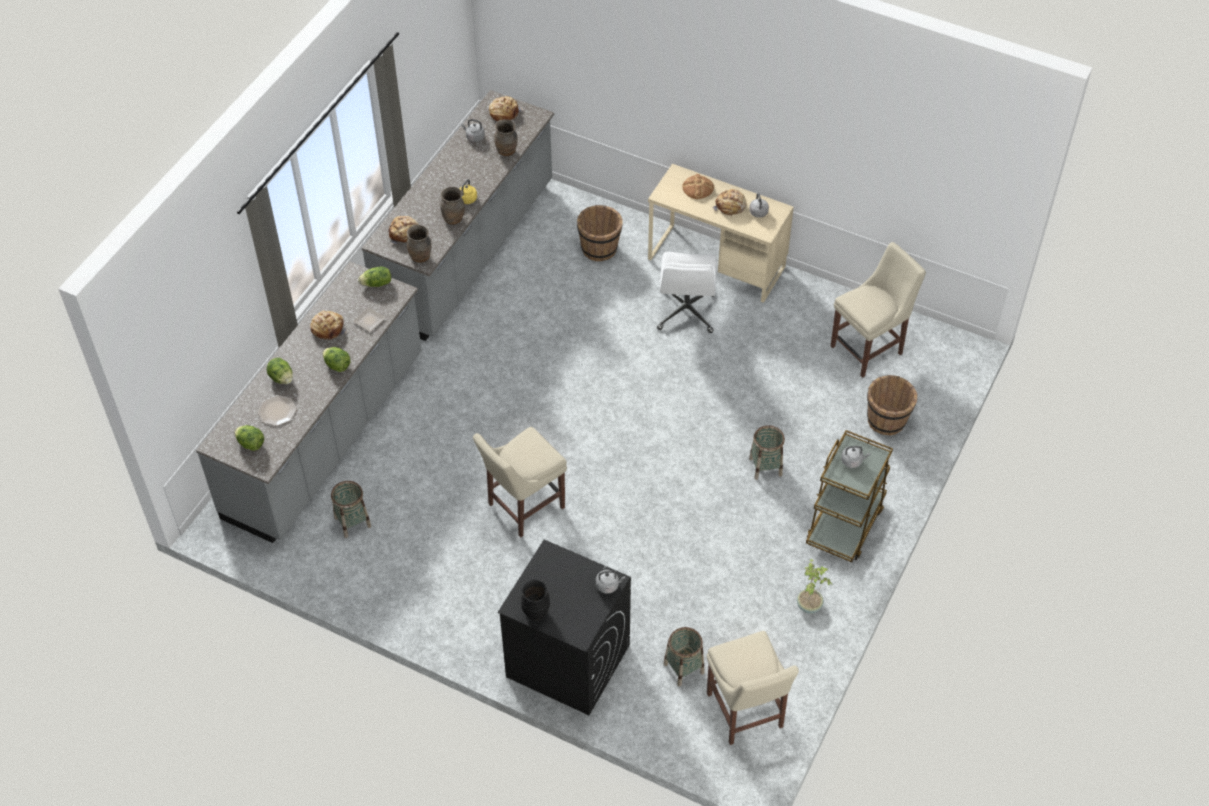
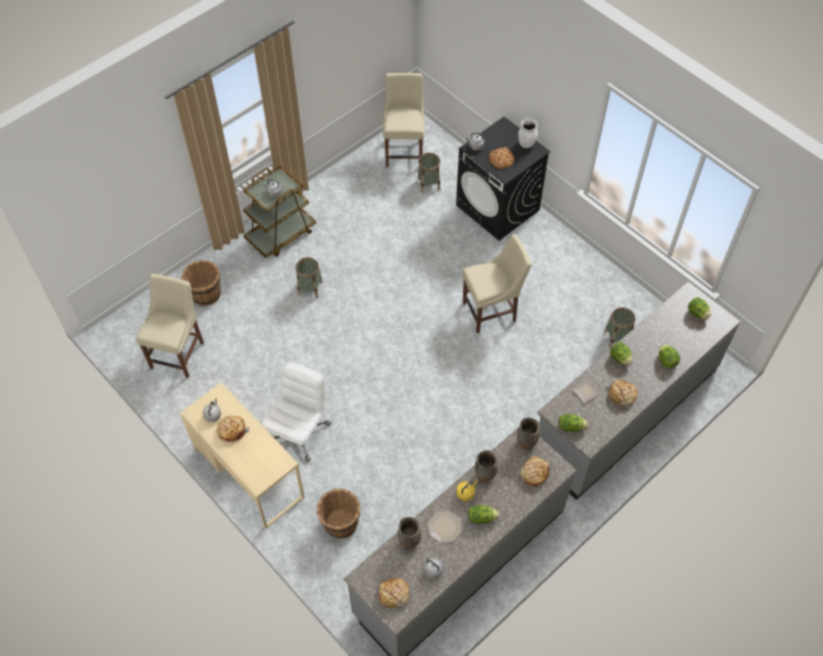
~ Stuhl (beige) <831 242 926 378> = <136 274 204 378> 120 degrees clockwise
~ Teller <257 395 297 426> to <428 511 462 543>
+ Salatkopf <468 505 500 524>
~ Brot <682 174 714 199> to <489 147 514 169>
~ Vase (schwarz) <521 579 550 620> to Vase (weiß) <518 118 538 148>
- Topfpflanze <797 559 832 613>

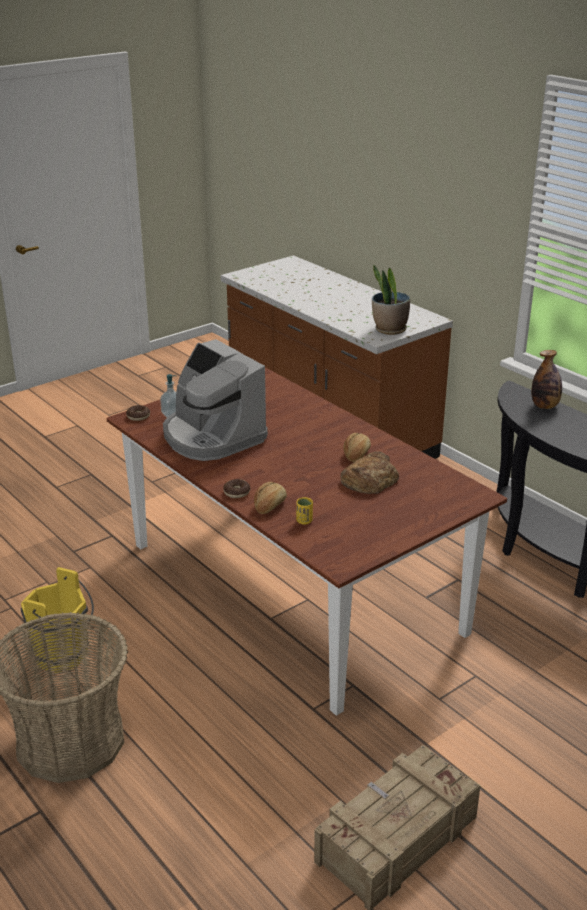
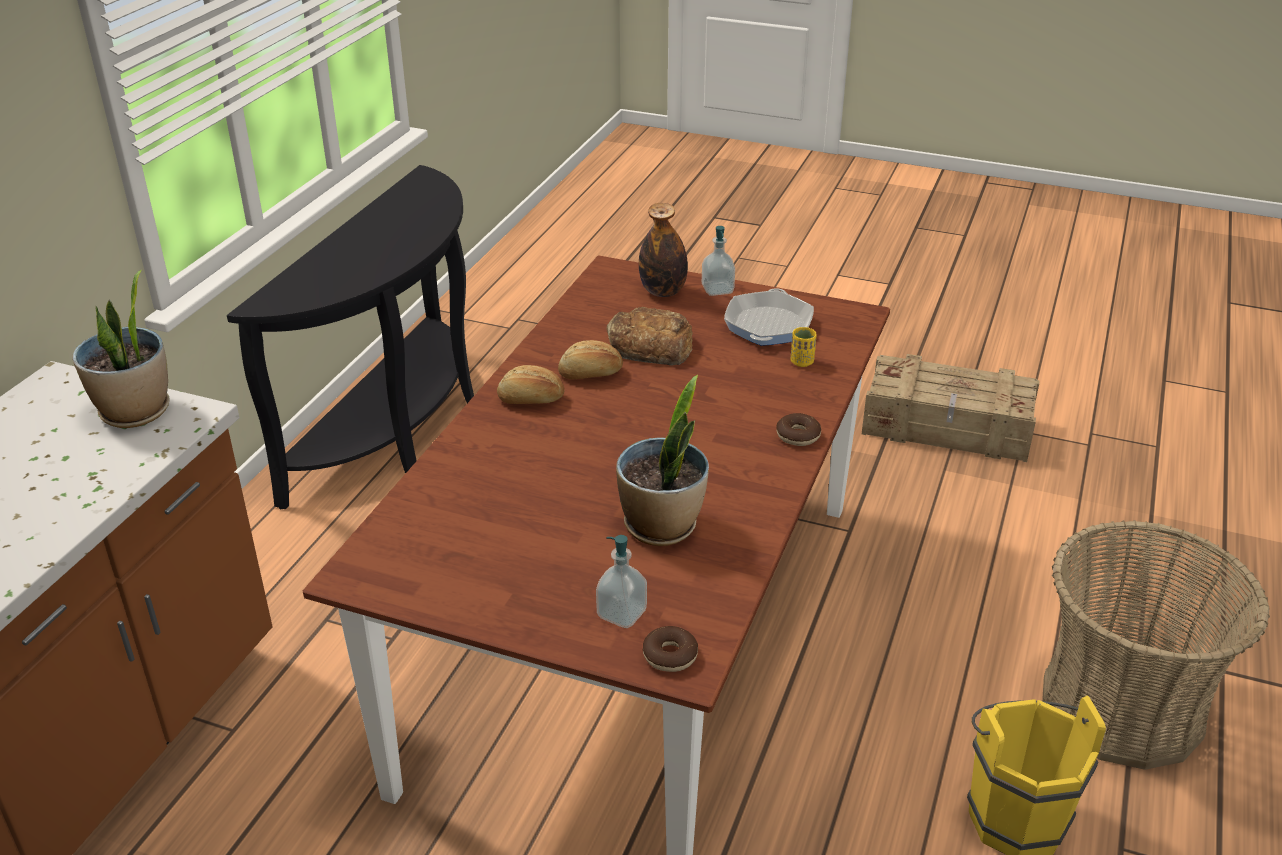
~ Brot <254 482 287 514> to <497 365 565 404>
~ Kaffeemaschine <163 339 268 461> to Topfpflanze <616 375 709 546>
~ Flasche <531 350 562 409> to <639 203 688 297>
+ Seifenspender <702 226 735 296>
+ Pfanne <724 288 814 346>

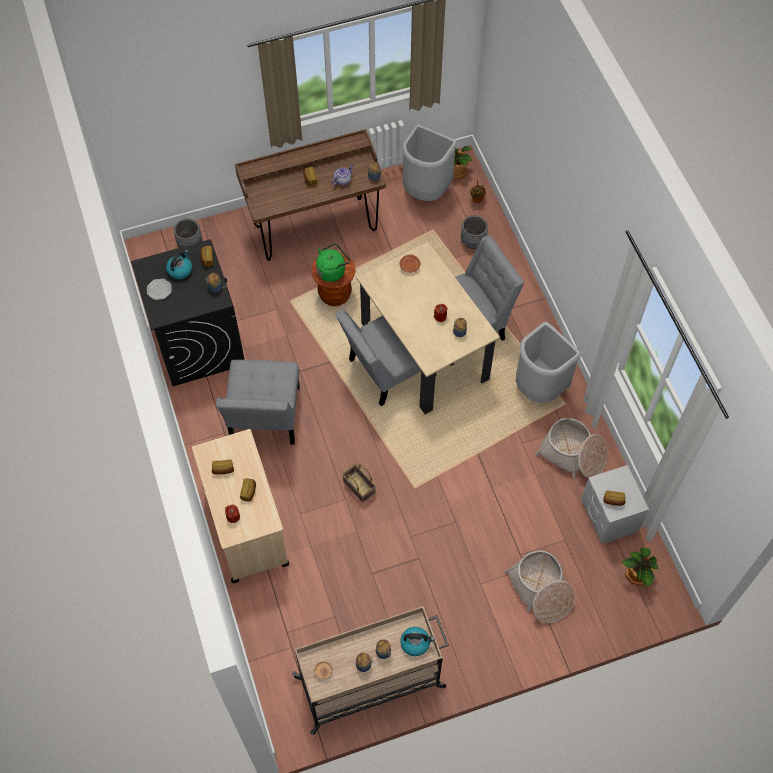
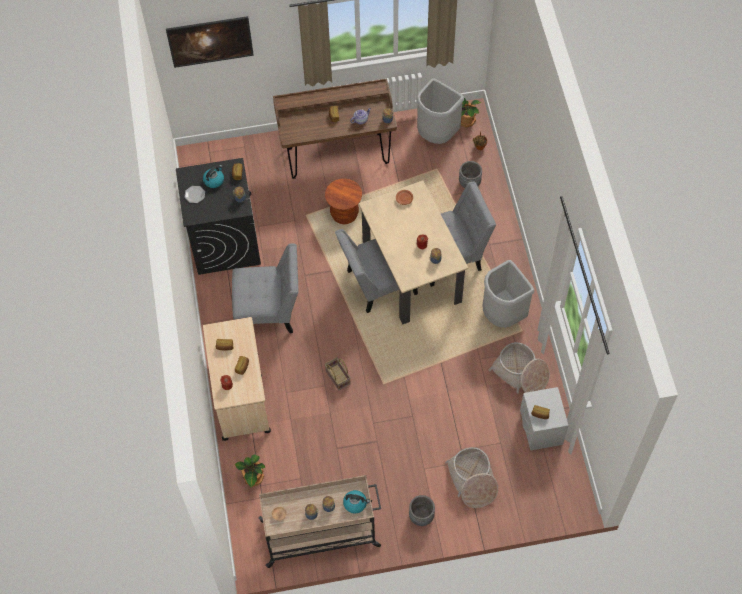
+ Bild <166 16 254 68>
~ Stuhl (grau) <216 360 300 445> = <232 243 298 333> 105 degrees counterclockwise
~ Topfpflanze <622 547 658 587> to <235 454 265 487>
~ Pflanzkübel (grau) <173 218 202 248> to <409 495 435 526>
- Wasserkessel (grün) <316 243 350 282>

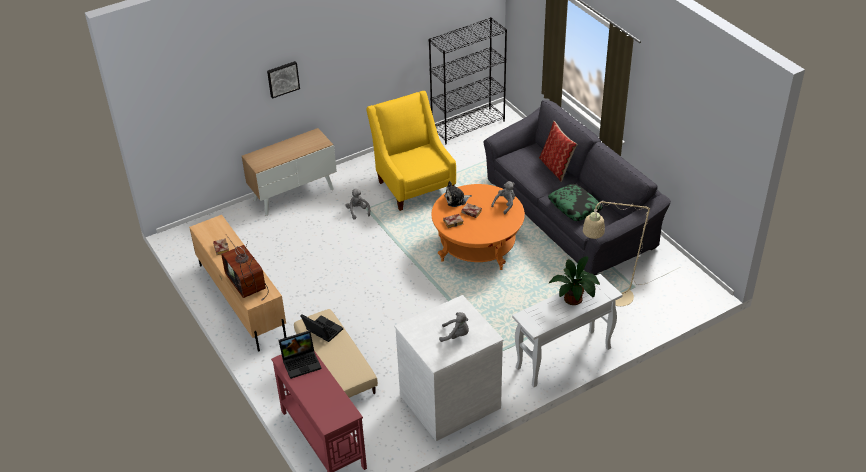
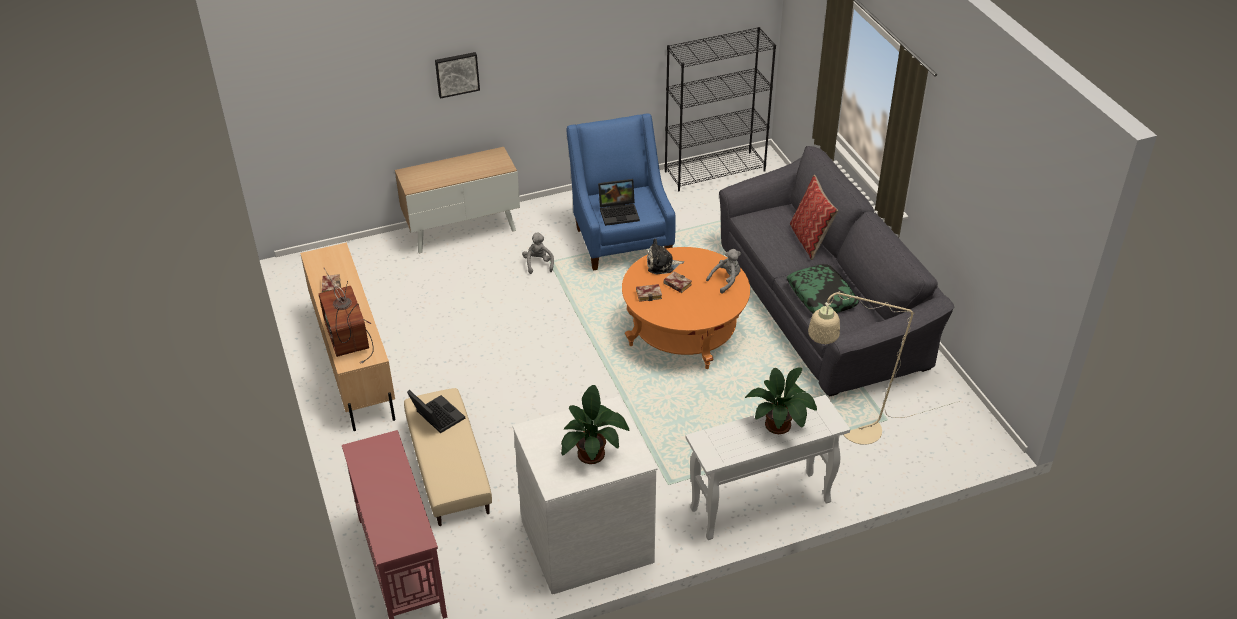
~ Plüschtier (grau) <439 312 469 342> to Topfpflanze <561 385 629 464>
~ Sessel (gelb) <367 91 456 211> to Sessel (blau) <566 114 676 270>
~ Laptop <279 330 322 379> to <598 179 640 226>

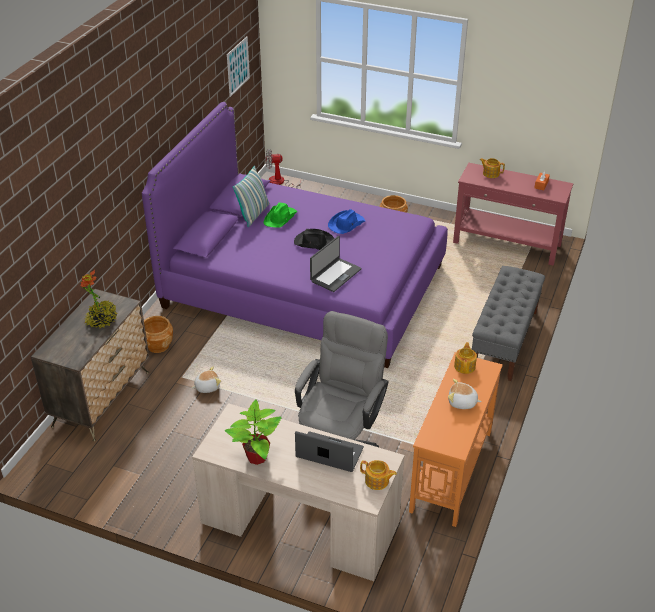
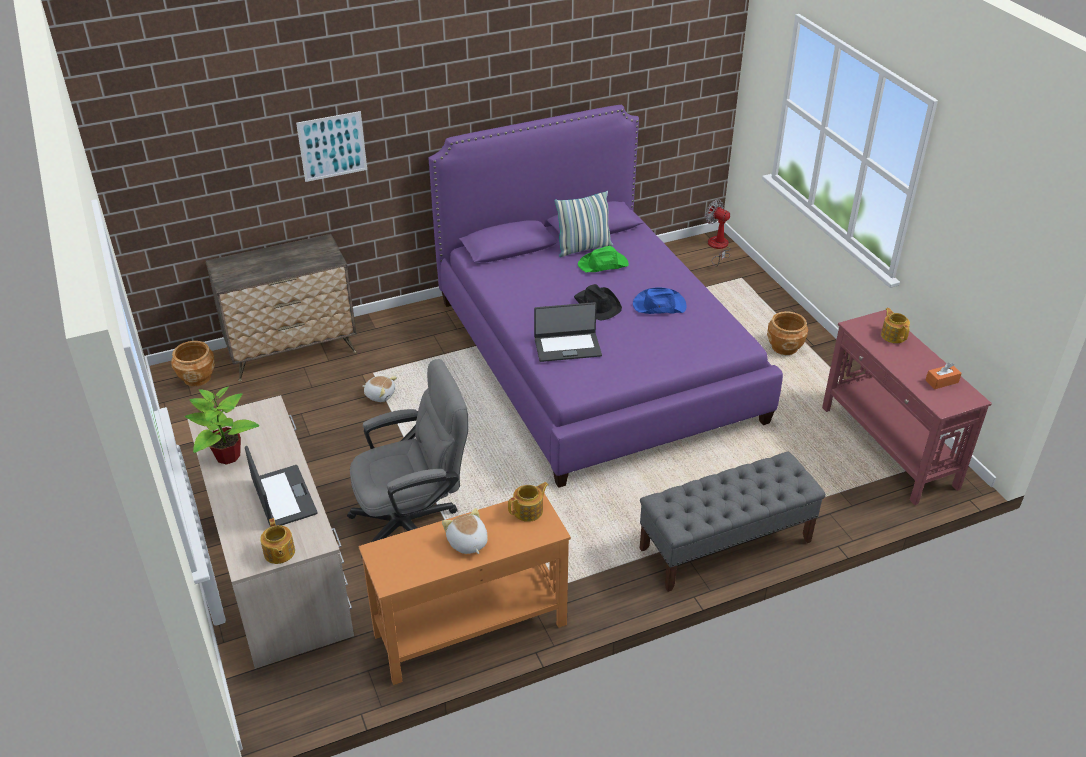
~ Pflanzkübel (braun) <144 316 173 353> to <171 341 215 387>
~ Bild <227 36 250 97> to <296 111 367 182>
- Topfpflanze <81 270 117 328>

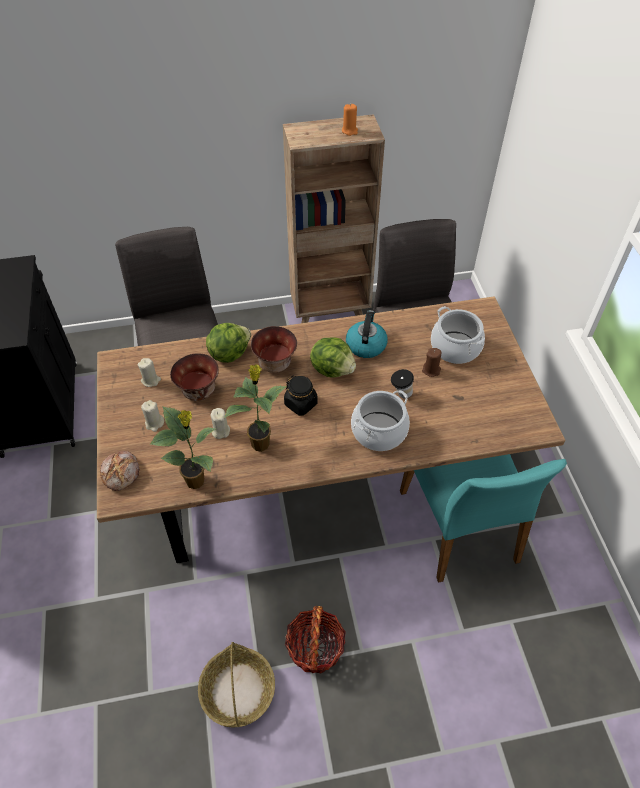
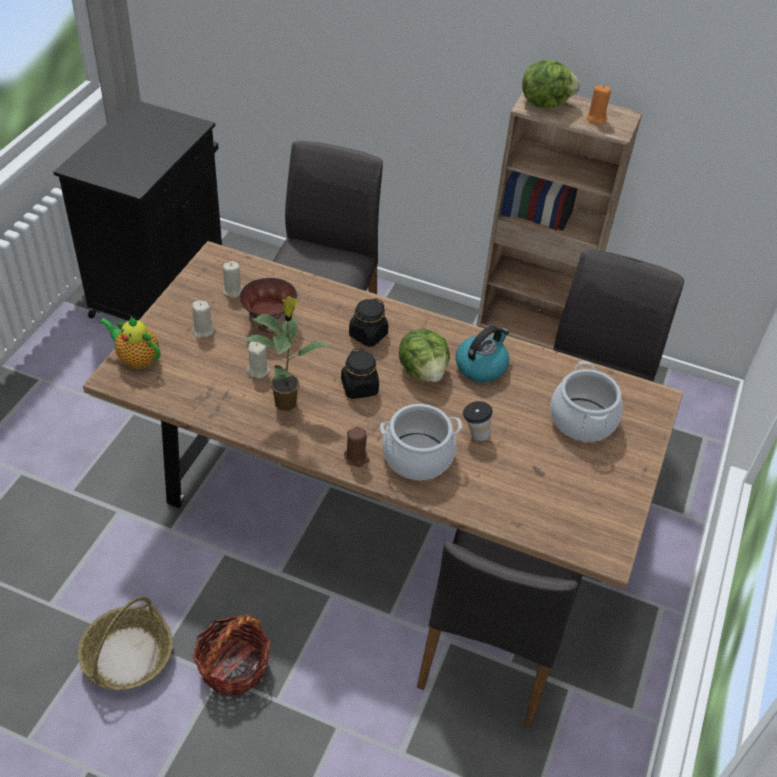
~ Brot <100 451 139 491> to Teekanne <99 316 161 369>
~ Kerze (braun) <422 348 442 377> to <344 427 369 467>
~ Schüssel <251 326 297 373> to Vorratsglas (schwarz) <349 298 388 347>
~ Stuhl (türkis) <400 454 567 583> to Stuhl (grau) <417 529 583 728>
~ Salatkopf <206 323 251 363> to <522 59 580 108>
- Topfpflanze <150 406 217 489>

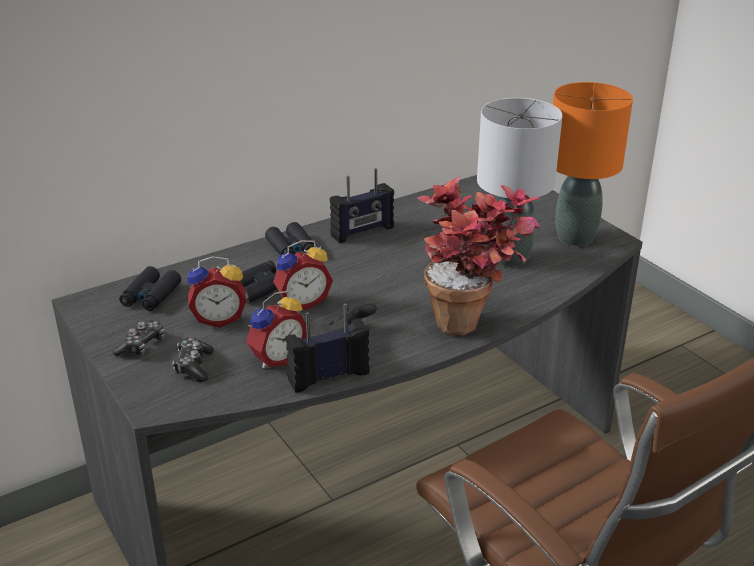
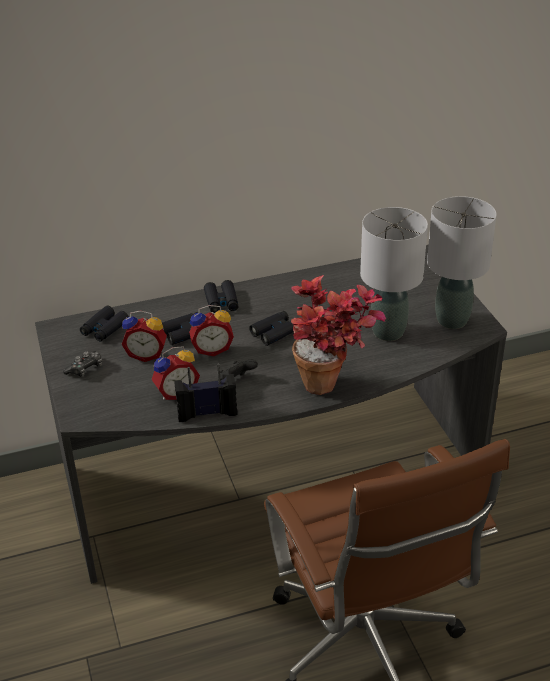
+ Fernglas (schwarz) <249 311 294 346>
~ Tischlampe (orange) <553 82 633 246> to Tischlampe (grau) <427 196 497 329>
- Gamepad <172 337 214 382>
- Radio <330 168 394 243>

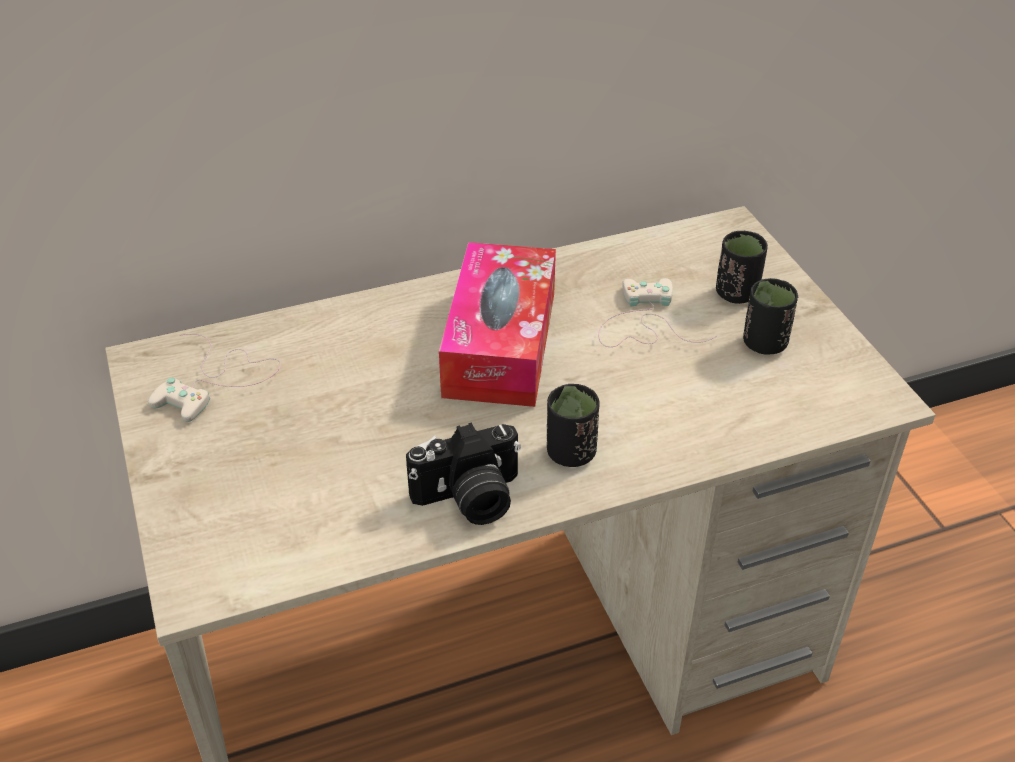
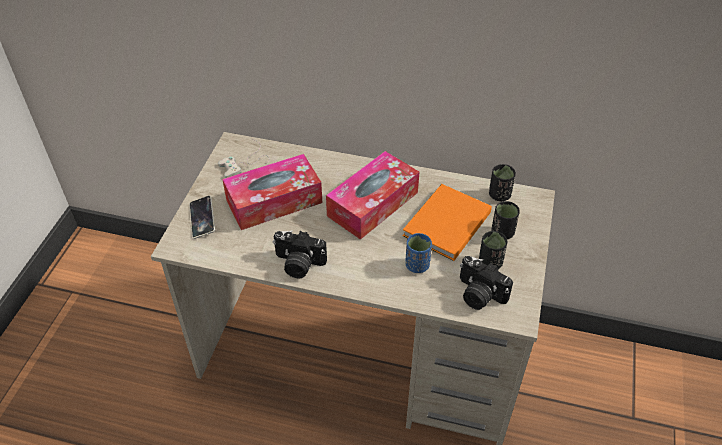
+ Handy <189 196 215 239>
+ Taschentuchbox <222 154 322 230>
~ Gamepad (weiß) <598 278 717 347> to Buch (orange) <403 184 492 261>
+ Tasse (blau) <405 233 432 273>
+ Kamera <460 256 513 310>
~ Tasse (schwarz) <547 384 599 467> to <489 164 516 201>

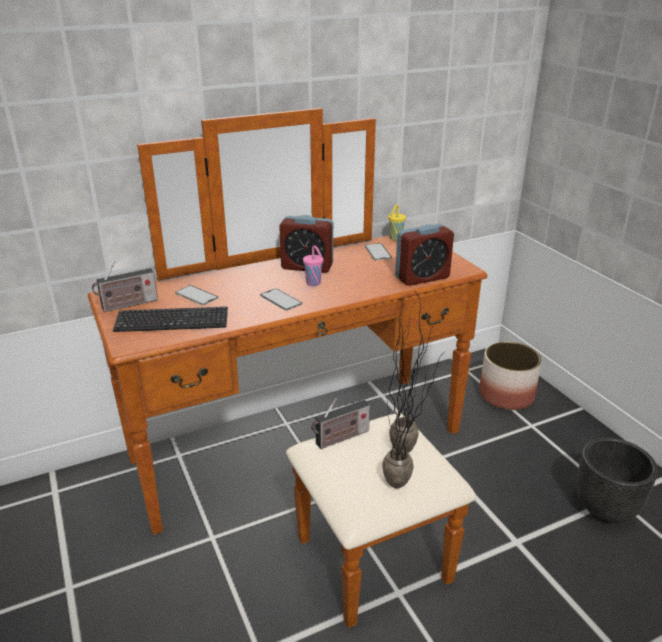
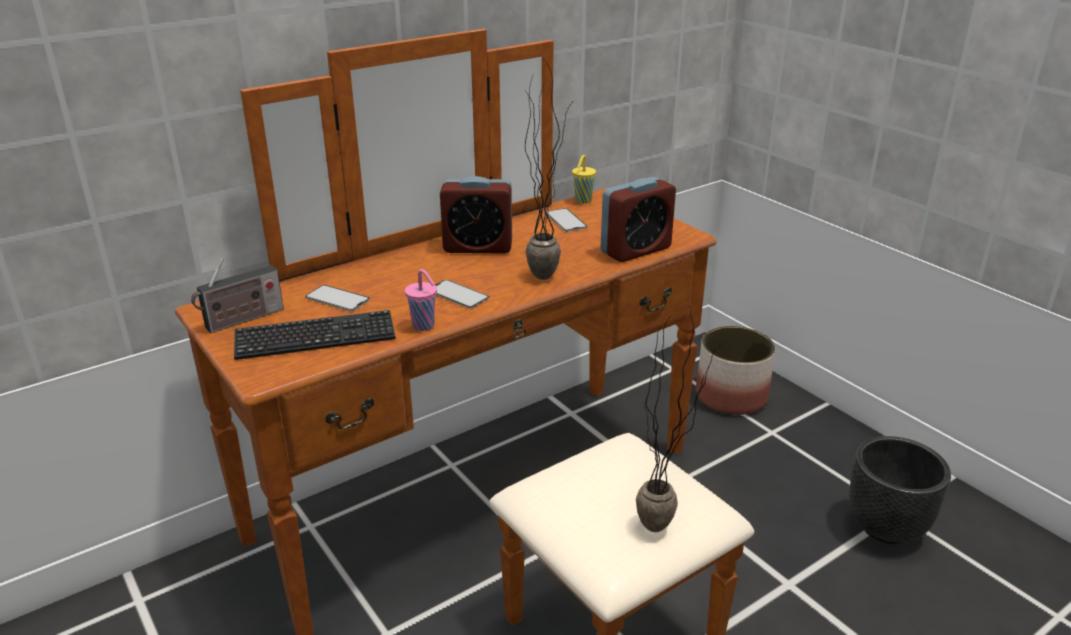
~ Tasse (rosa) <303 245 324 286> to <405 269 437 331>
~ Topfpflanze <389 289 438 453> to <525 61 574 280>
- Radio <311 398 370 449>

